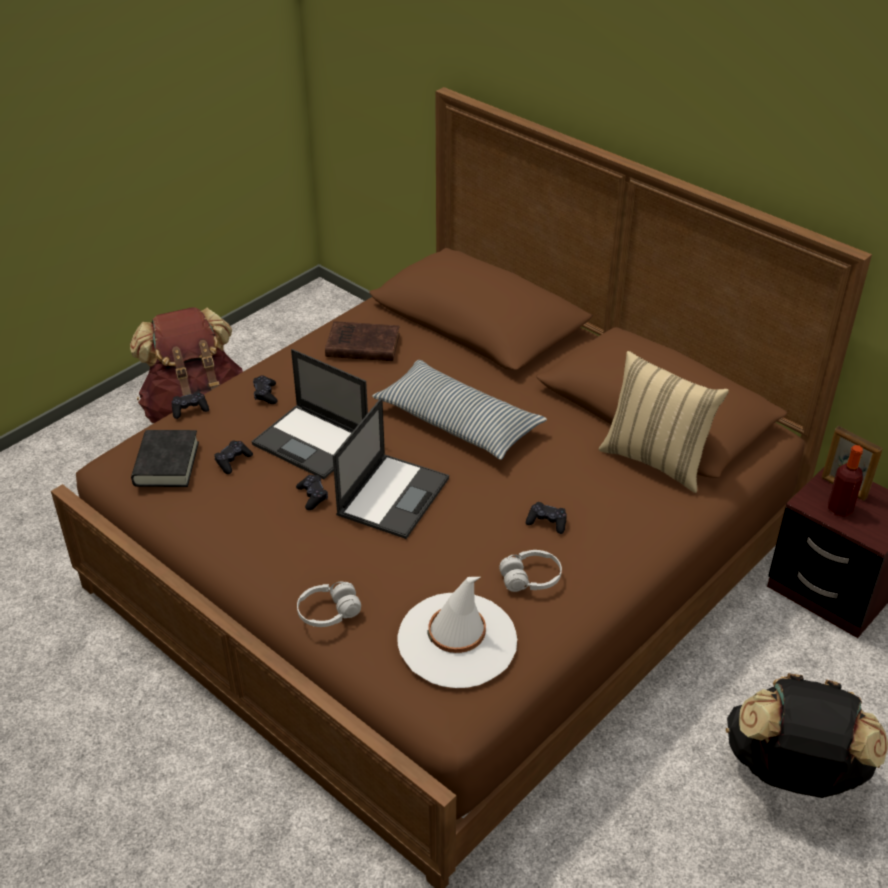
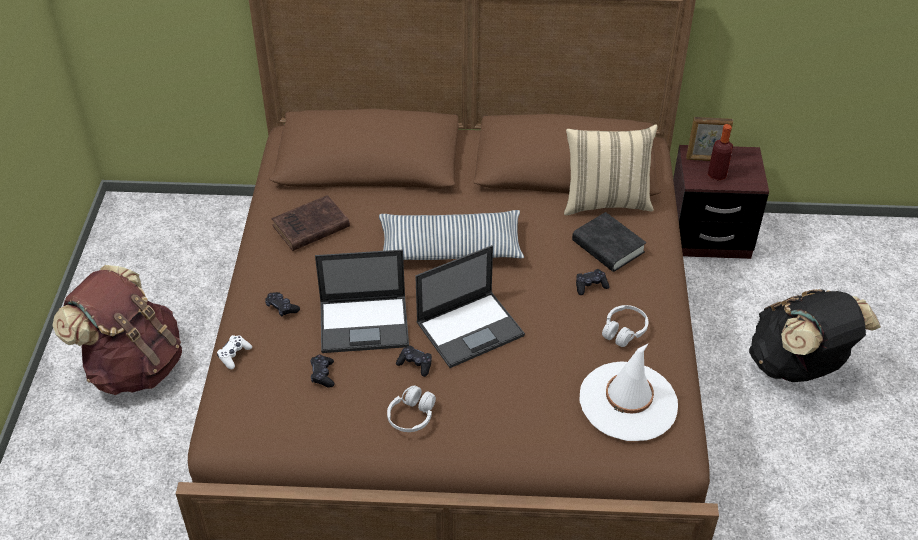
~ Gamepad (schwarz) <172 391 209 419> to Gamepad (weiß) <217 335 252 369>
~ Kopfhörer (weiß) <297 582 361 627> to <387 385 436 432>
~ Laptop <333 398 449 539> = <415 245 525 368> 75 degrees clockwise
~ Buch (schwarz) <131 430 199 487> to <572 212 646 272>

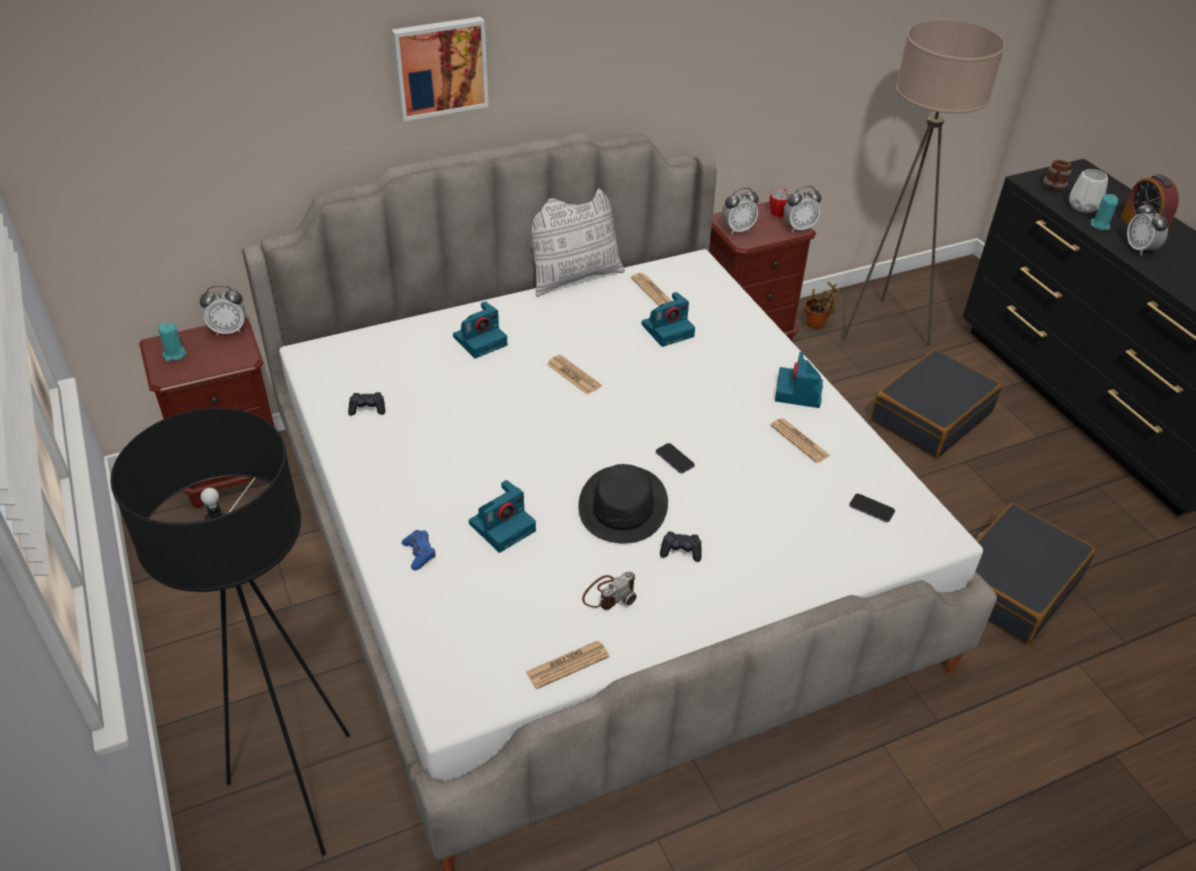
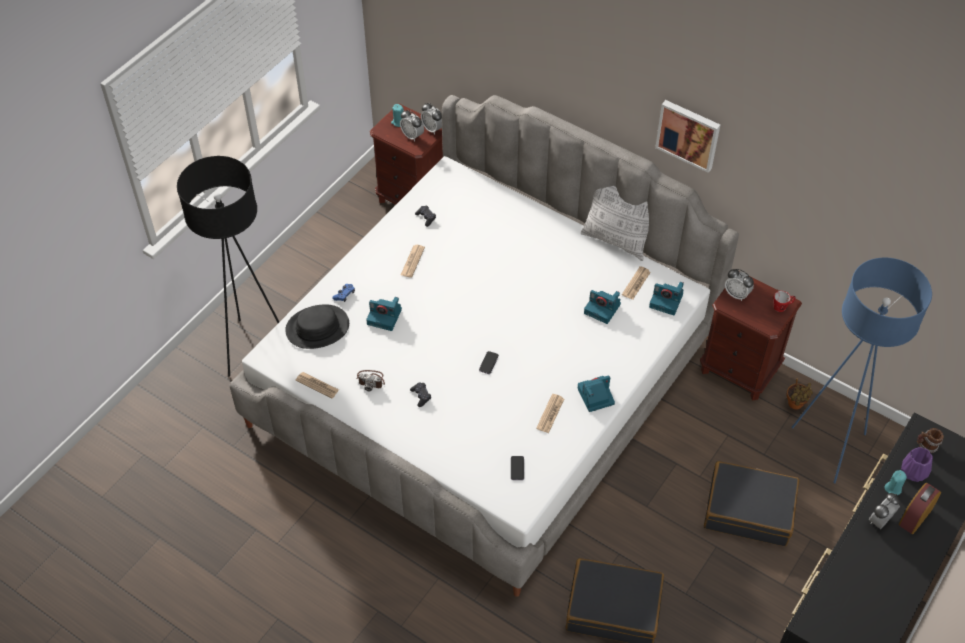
~ Hut (schwarz) <578 464 668 543> to <285 304 349 349>
~ Wecker <784 186 821 232> to <400 110 424 141>
~ Zeitung <547 355 602 395> to <401 245 425 278>
~ Kamera <453 301 507 359> to <649 282 684 315>
~ Bild <391 17 489 121> to <655 100 720 173>
~ Stehlampe (beige) <842 20 1005 346> to Stehlampe (blau) <791 258 932 483>
~ Vase (weiß) <1069 169 1108 213> to Vase (lila) <901 447 933 482>

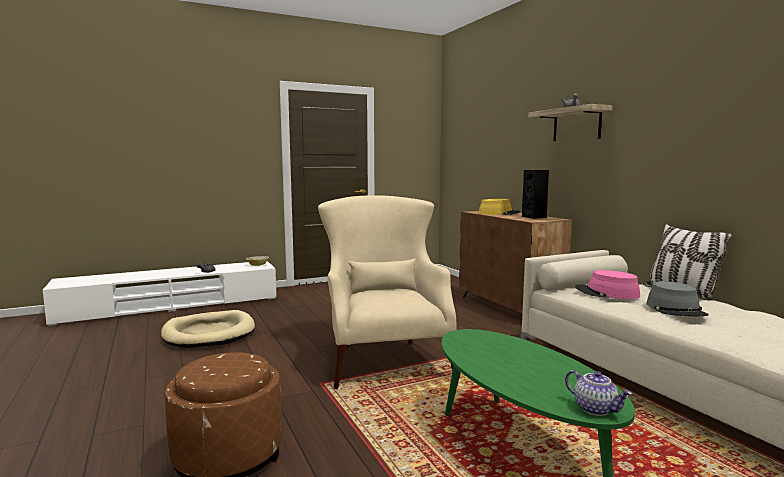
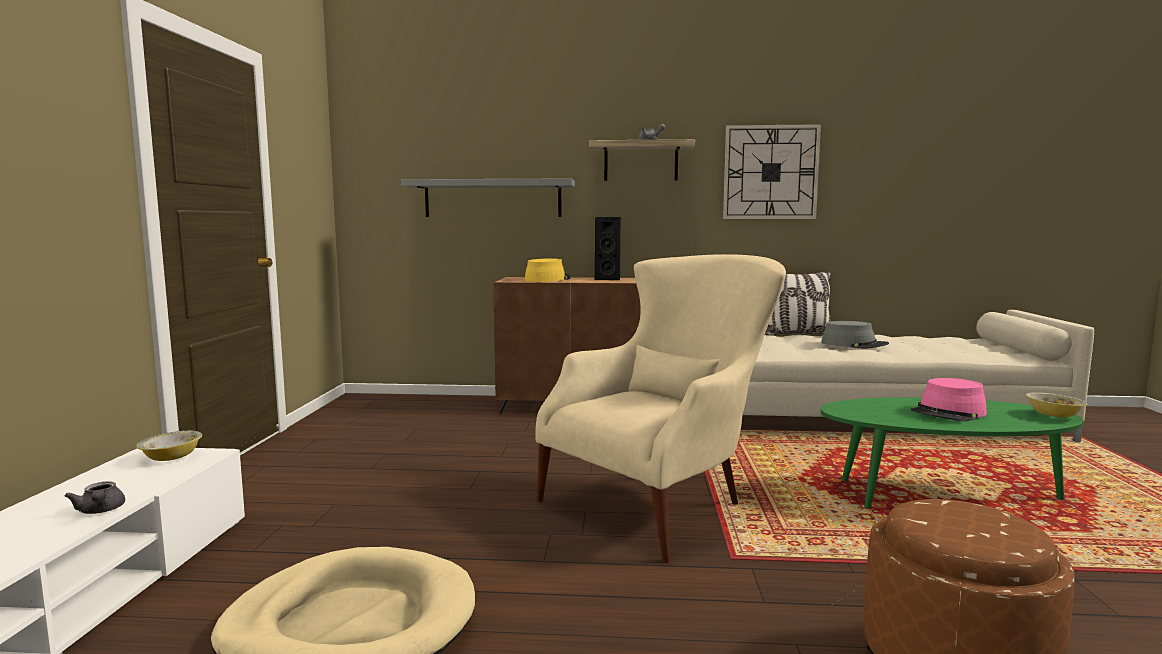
+ Wandregal (grau) <401 178 575 217>
~ Sessel (beige) <318 195 457 389> = <535 254 786 563> 120 degrees clockwise
+ Wanduhr <723 124 821 219>
~ Hut (rosa) <575 270 640 299> to <911 378 987 422>
~ Teekanne <565 370 632 416> to Schüssel <1026 393 1087 417>

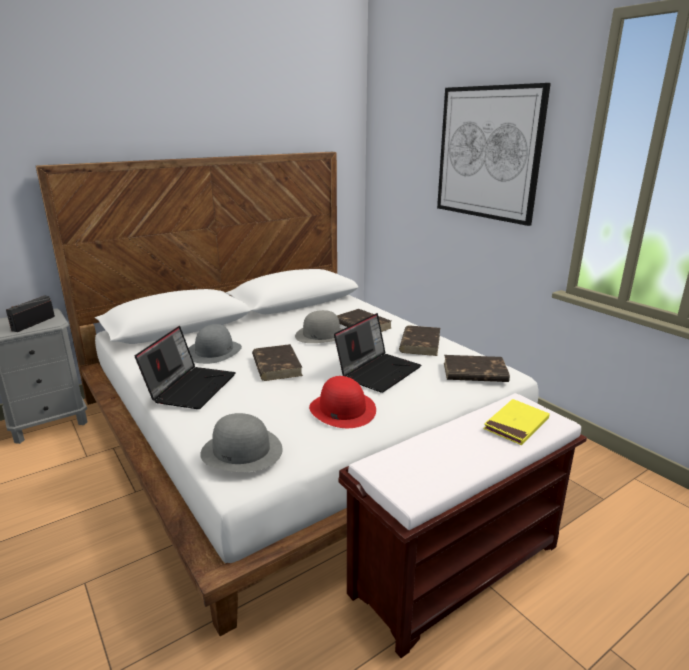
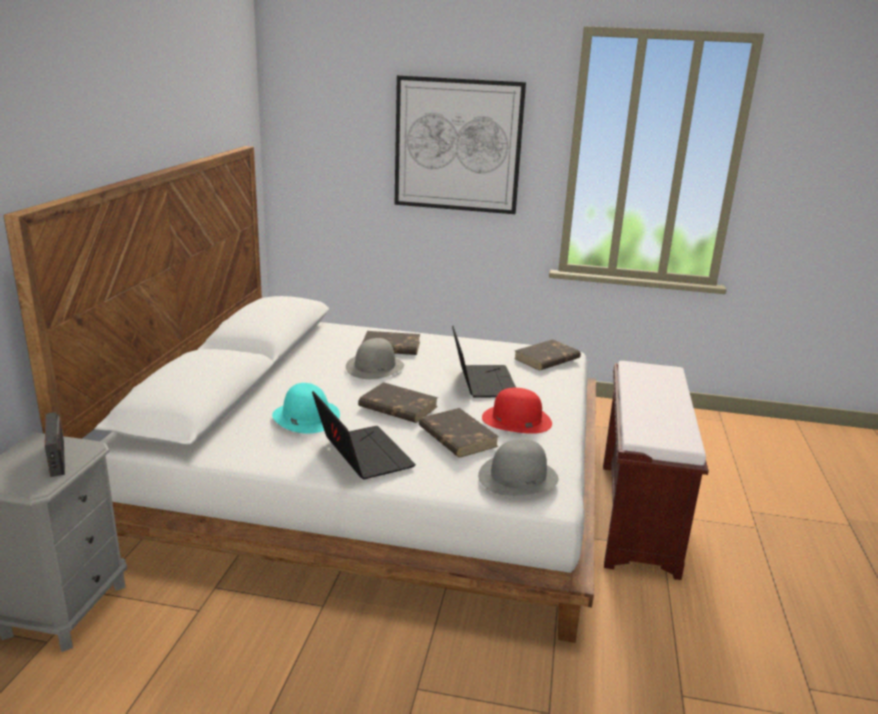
~ Hut (grau) <189 324 242 364> to Hut (türkis) <272 383 340 434>
~ Buch (braun) <399 325 440 356> to <419 408 499 458>
- Buch (gelb) <483 399 550 445>

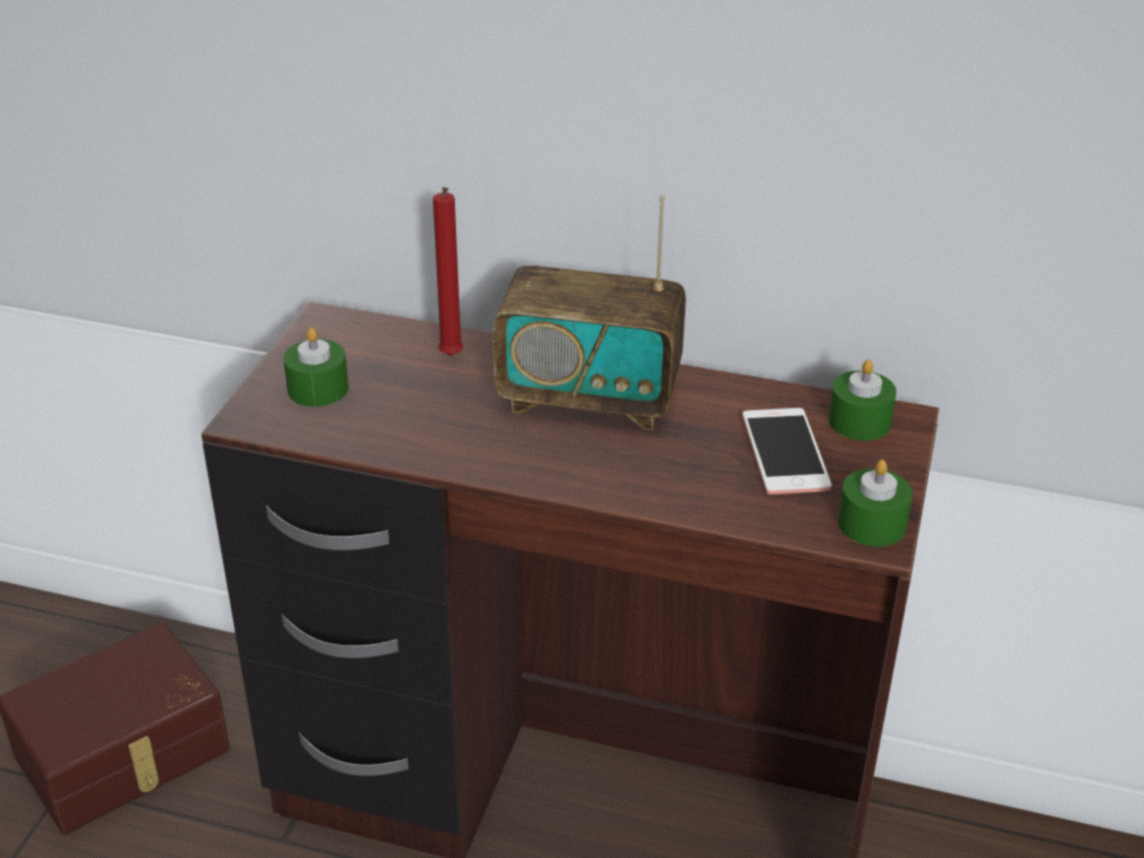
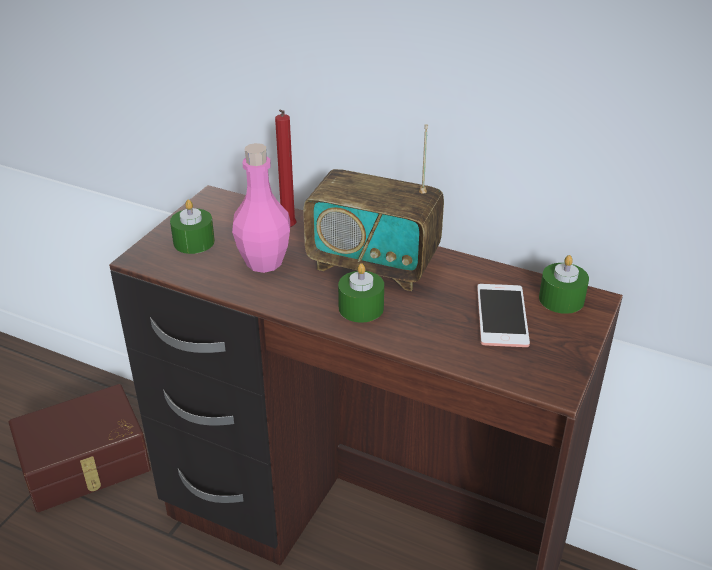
+ Flasche (rosa) <232 143 290 273>
~ Kerze (grün) <838 459 913 547> to <338 263 384 322>

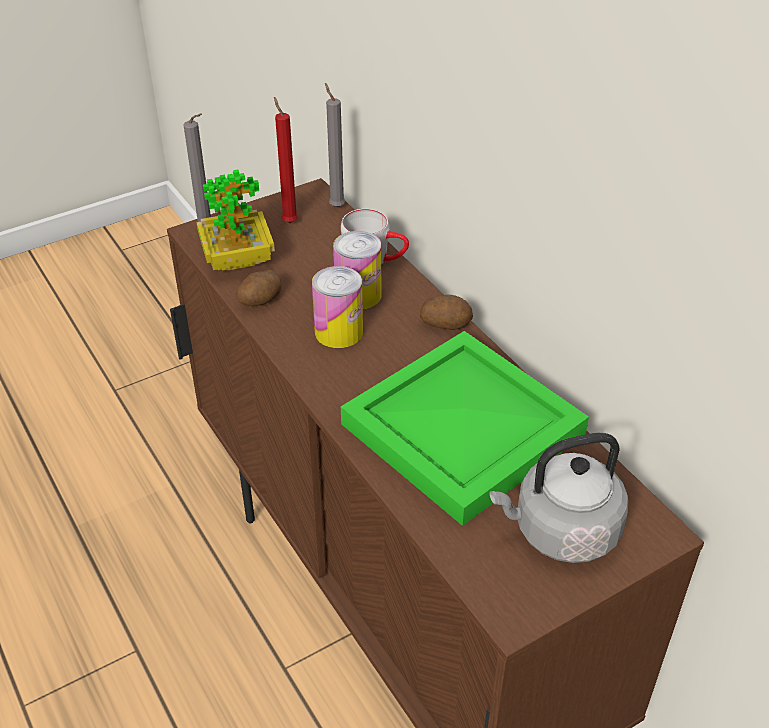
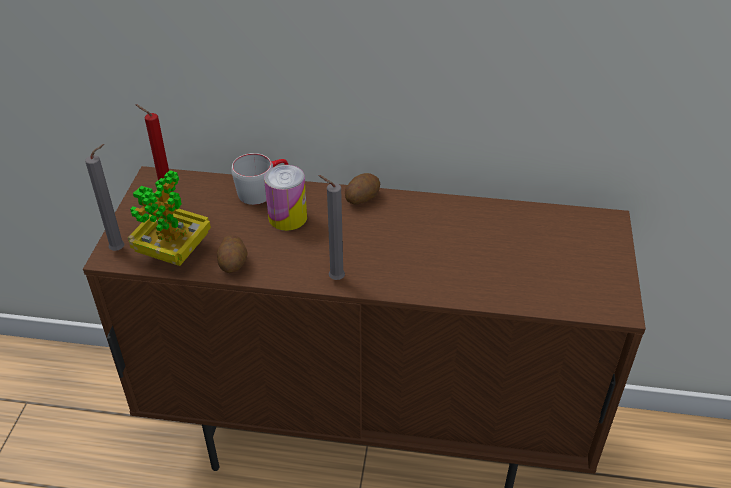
~ Kerze (grau) <325 83 345 208> to <318 175 345 280>
- Dose <312 266 363 348>
- Tablett (grün) <341 331 589 526>
- Wasserkessel (grau) <490 433 628 563>

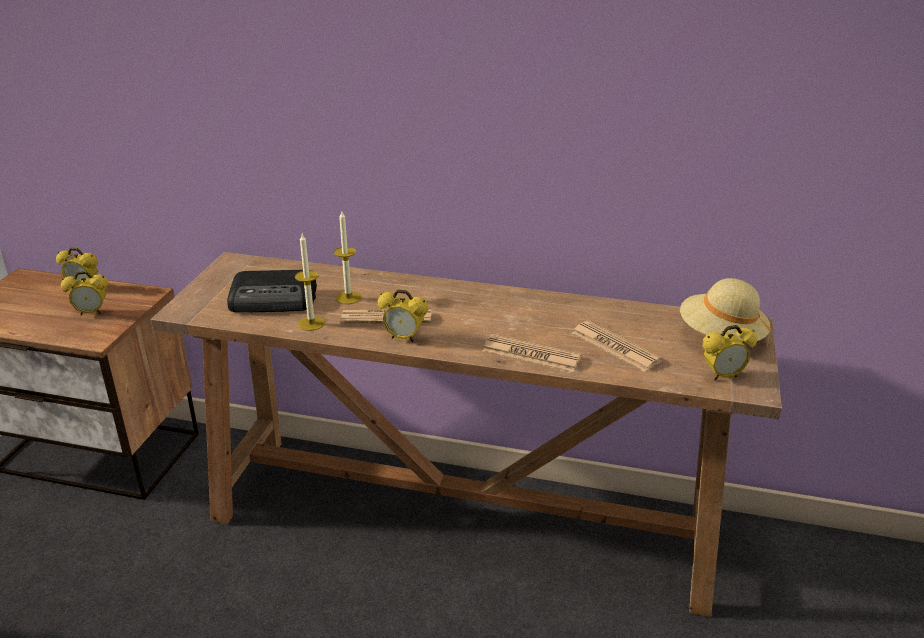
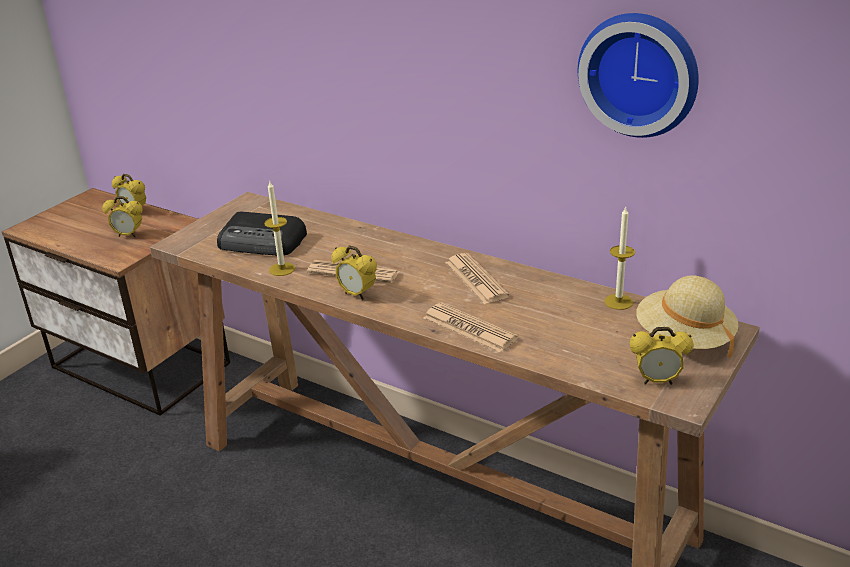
~ Zeitung <571 321 663 372> to <445 253 510 304>
+ Wanduhr <578 13 699 138>
~ Kerze <334 211 361 304> to <604 207 635 310>

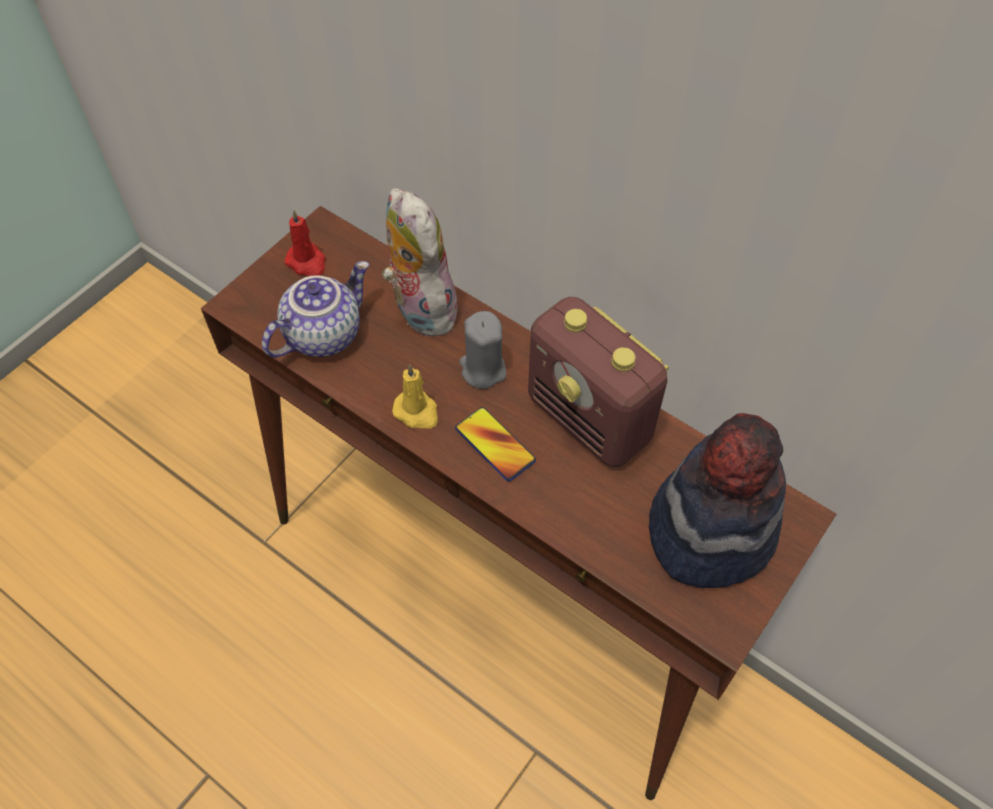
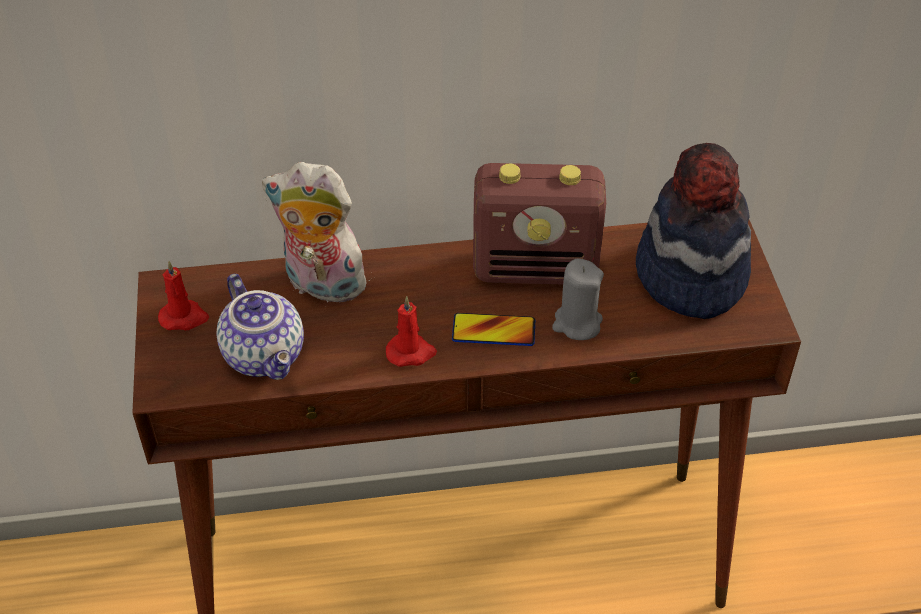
~ Teekanne <262 261 369 358> = <216 274 304 380> 150 degrees clockwise
~ Kerze (gelb) <392 364 438 428> to Kerze (rot) <386 296 437 367>
~ Kerze (grau) <459 311 506 389> to <552 259 604 340>

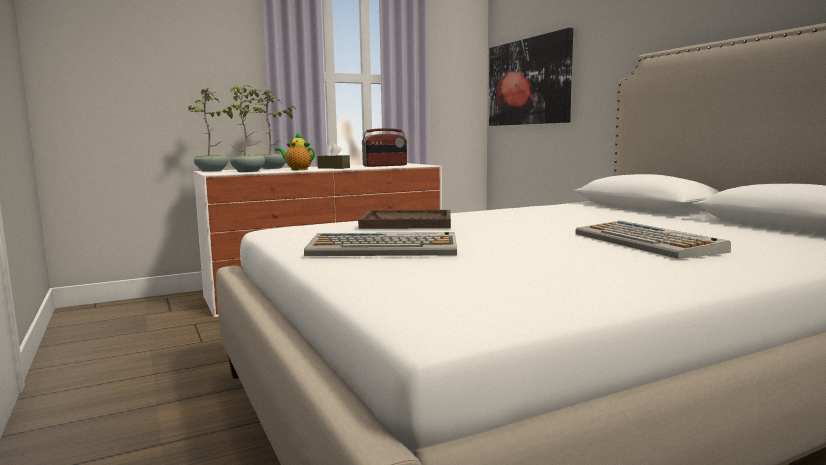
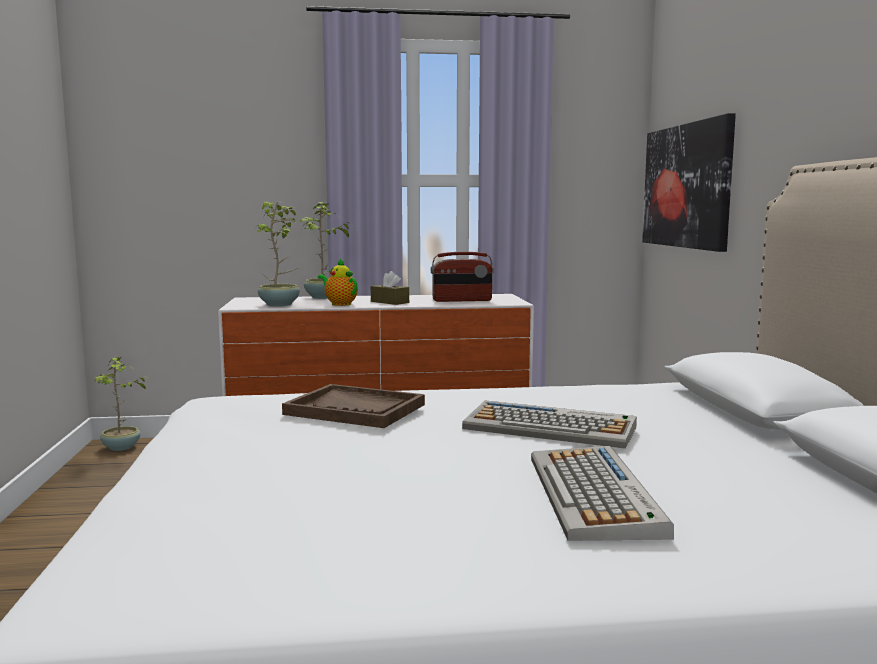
~ Topfpflanze <186 88 234 172> to <94 356 147 451>
~ Tastatur <304 232 457 256> to <462 401 637 449>

